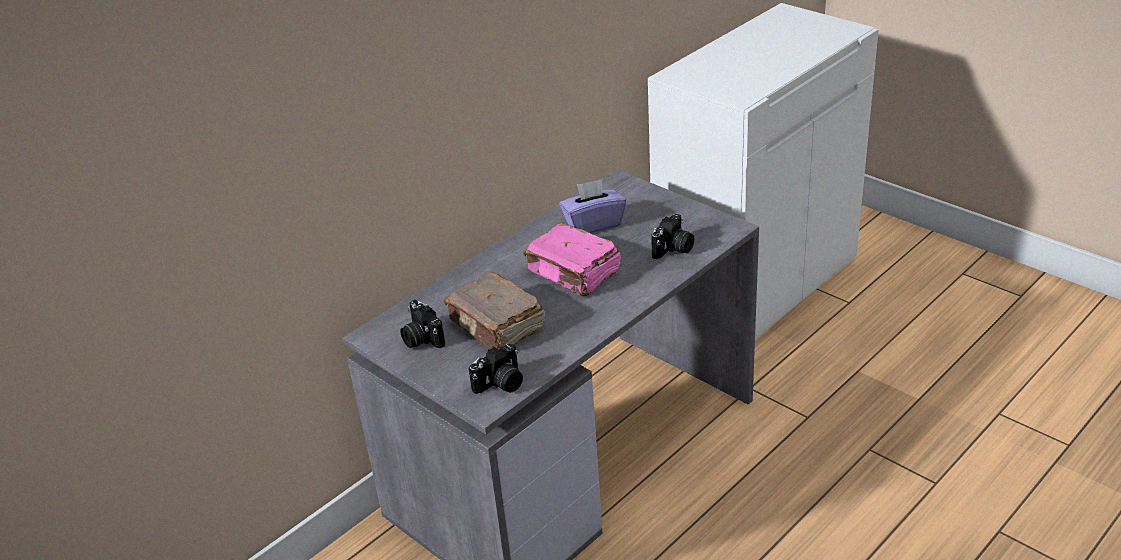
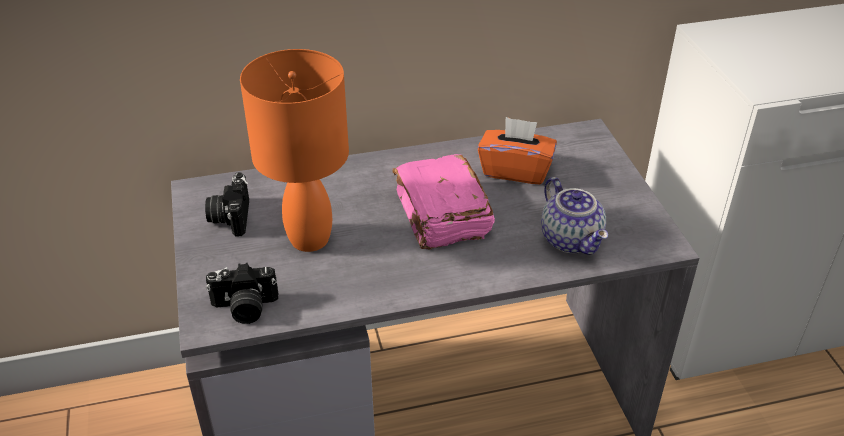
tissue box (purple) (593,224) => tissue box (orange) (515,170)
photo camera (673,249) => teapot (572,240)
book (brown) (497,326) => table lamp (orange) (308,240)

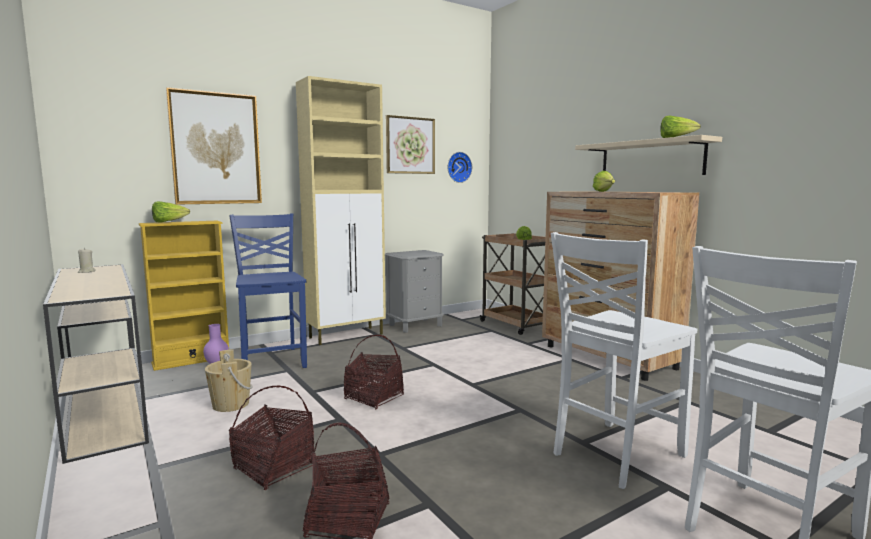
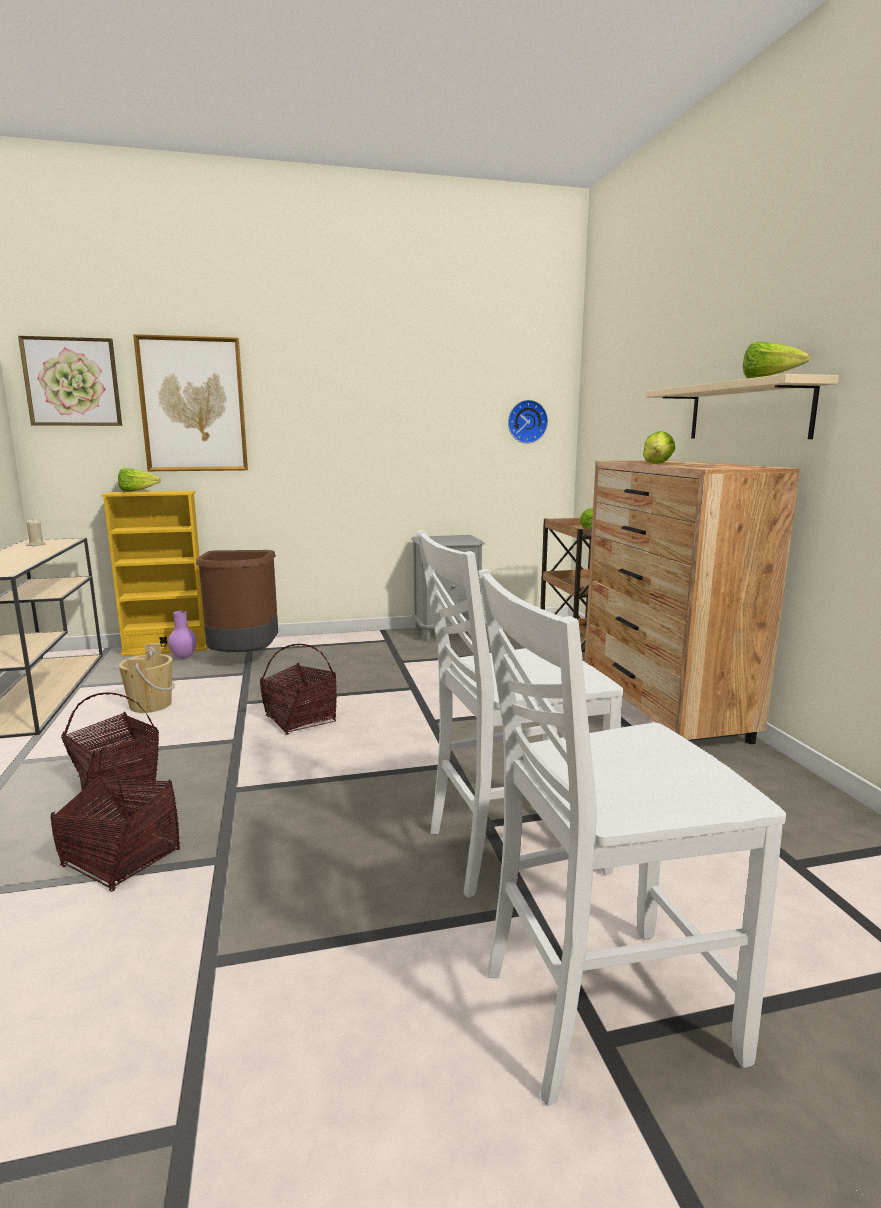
cabinet (beige) (347,335) => nothing
picture (410,145) => picture (72,382), moved
chair (blue) (273,360) => trash can (brown) (243,659)

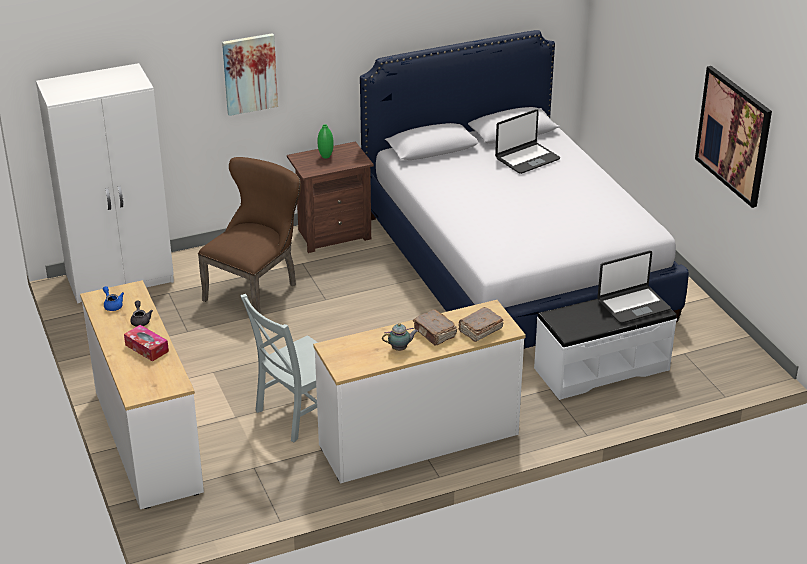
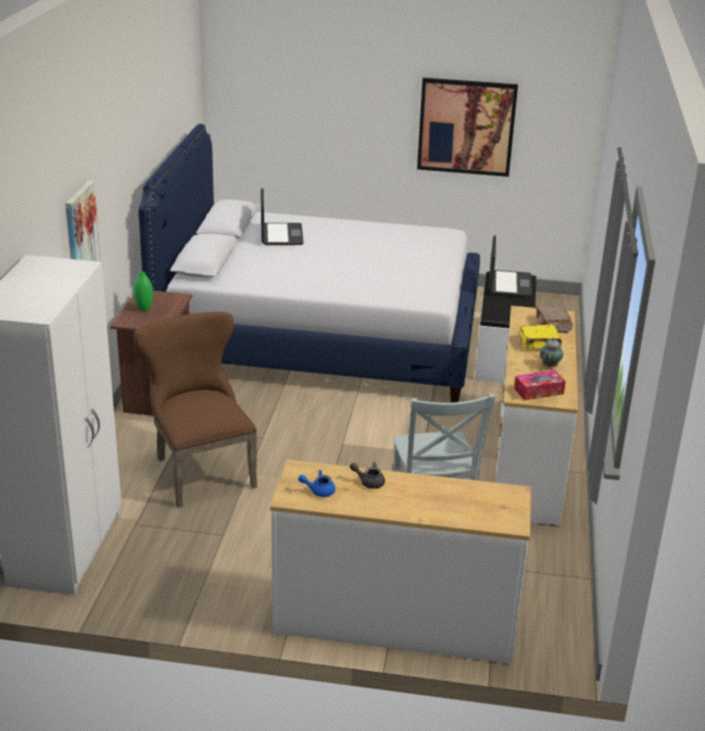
book (brown) (435,333) => book (yellow) (540,344)
tissue box (147,348) => tissue box (539,391), moved

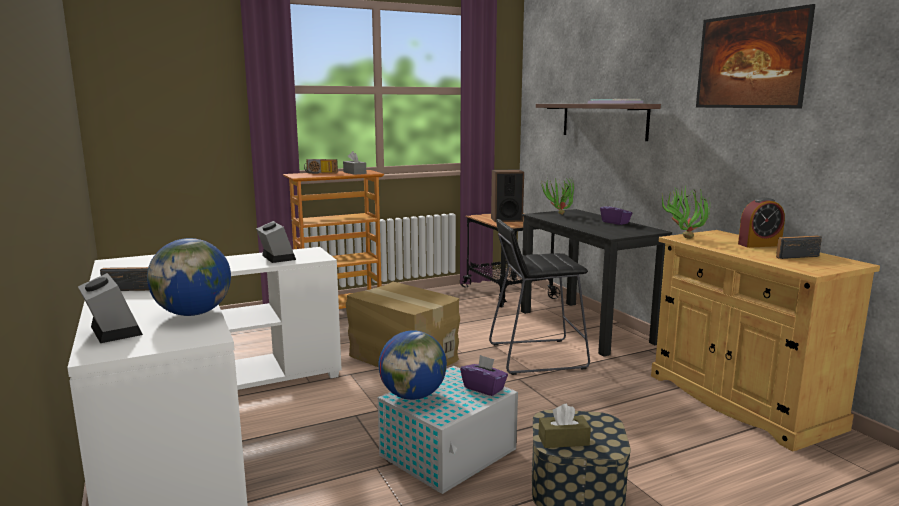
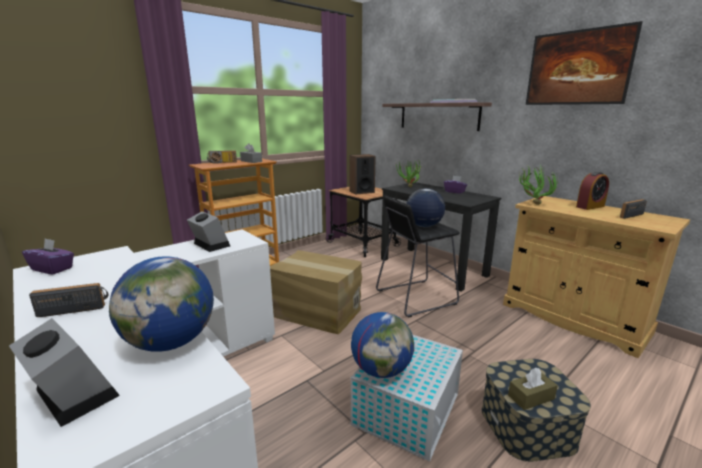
tissue box (purple) (484,388) => tissue box (purple) (53,269), moved
nothing => globe (423,226)

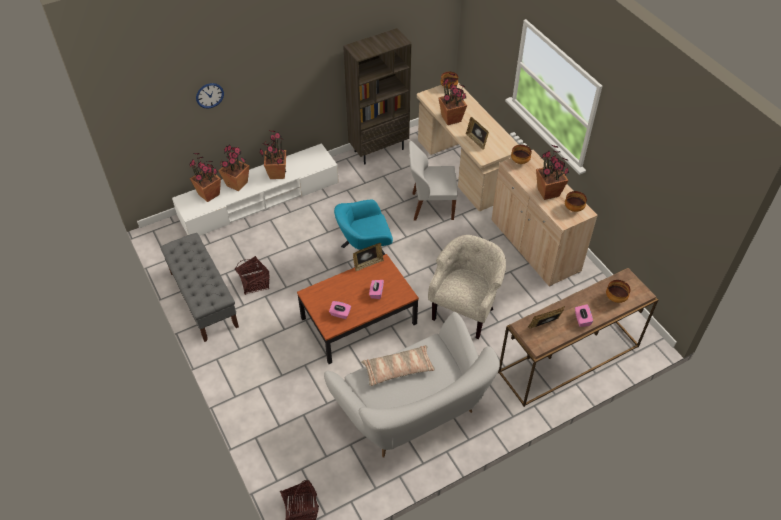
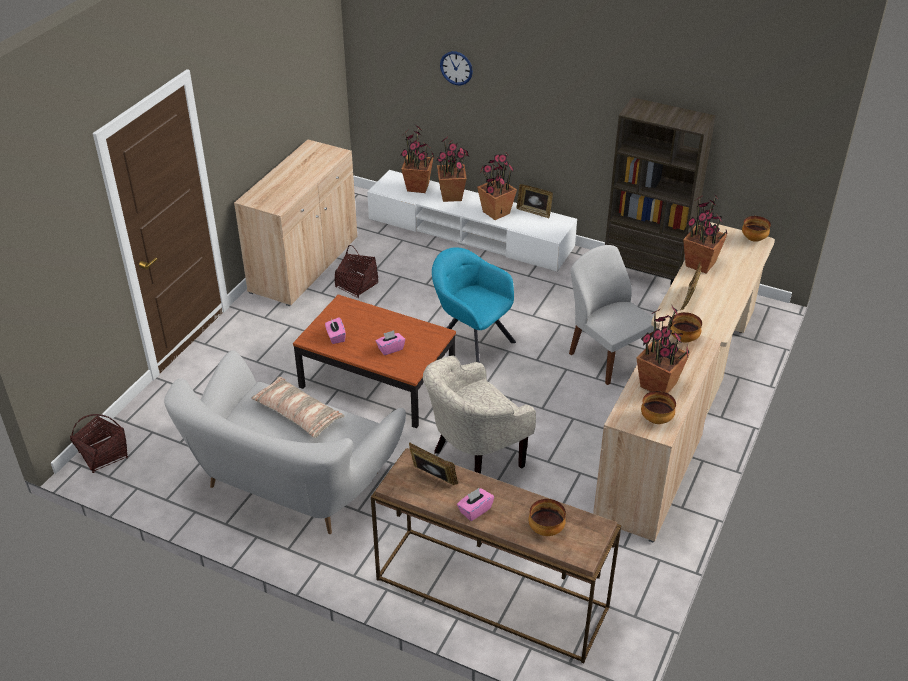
bench (grey) (203,299) => cabinet (beige) (304,265)
armchair (beige) (465,312) => armchair (beige) (473,460), 150 degrees clockwise
picture frame (368,264) => picture frame (534,212), moved

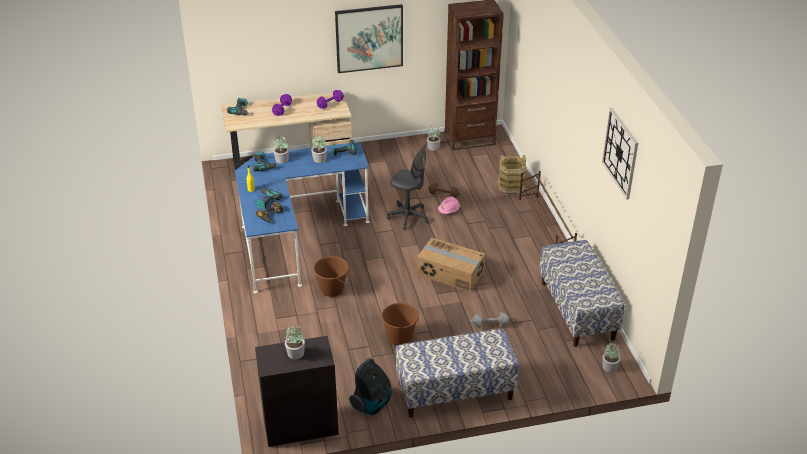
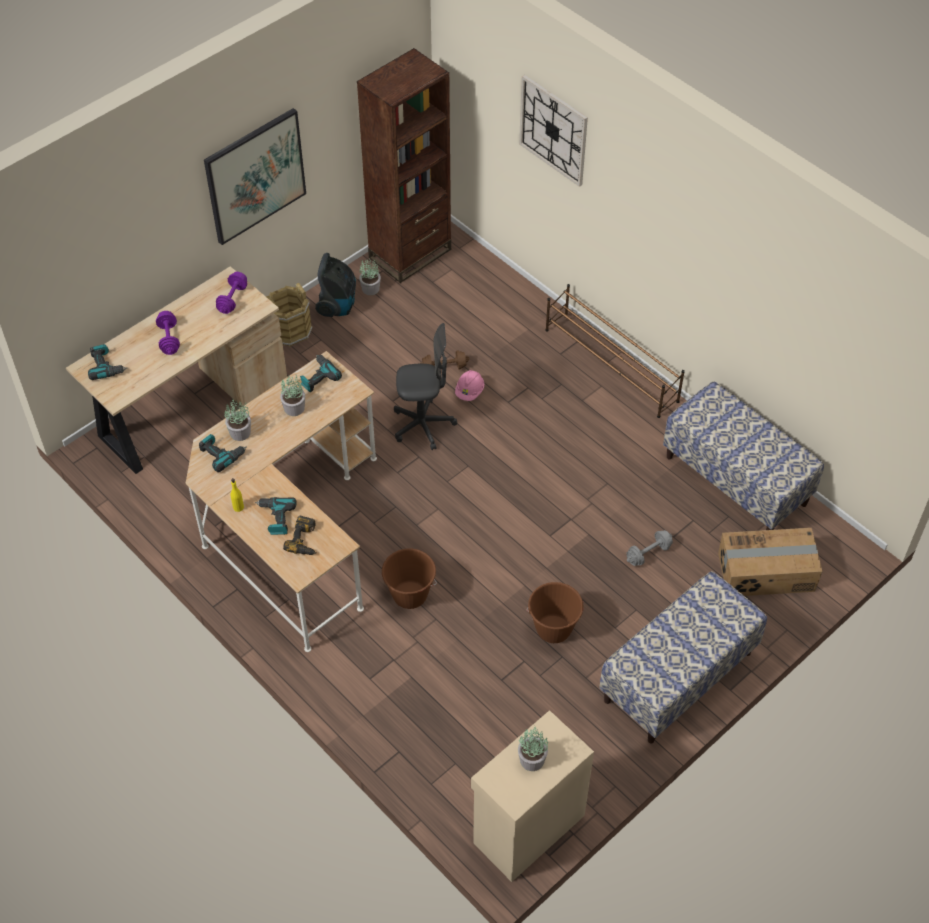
wall clock (620,153) => wall clock (553,130), moved
desk (blue) (294,235) => desk (beige) (289,528)
bucket (brown) (511,186) => bucket (brown) (290,330), moved
cardboard box (450,273) => cardboard box (766,572), moved
cabinet (black) (300,425) => cabinet (beige) (527,828)
potted plant (609,367) => nothing
vacuum cleaner (372,404) => vacuum cleaner (338,305), moved

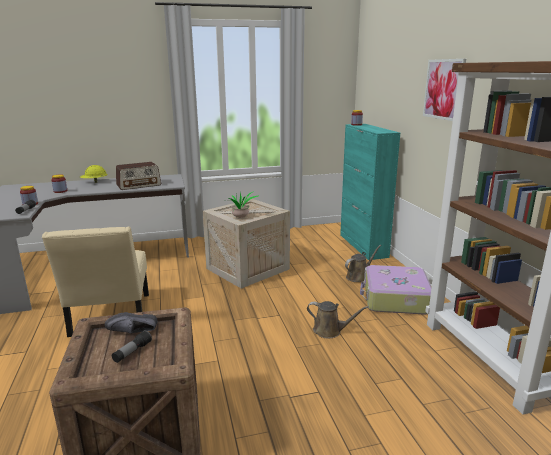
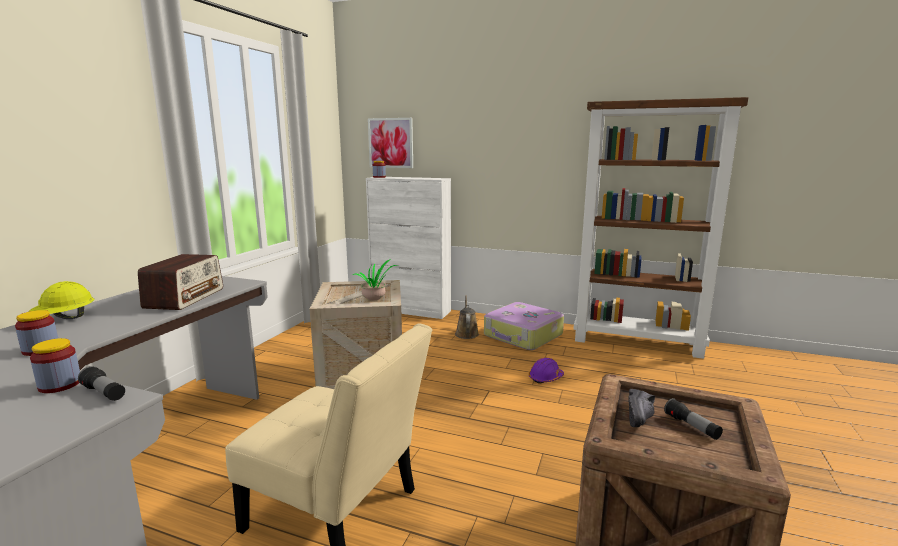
picture (444,89) => picture (391,143), moved
cabinet (turquoise) (363,246) => cabinet (white) (411,310)
watering can (brown) (330,331) => hard hat (purple) (545,378)

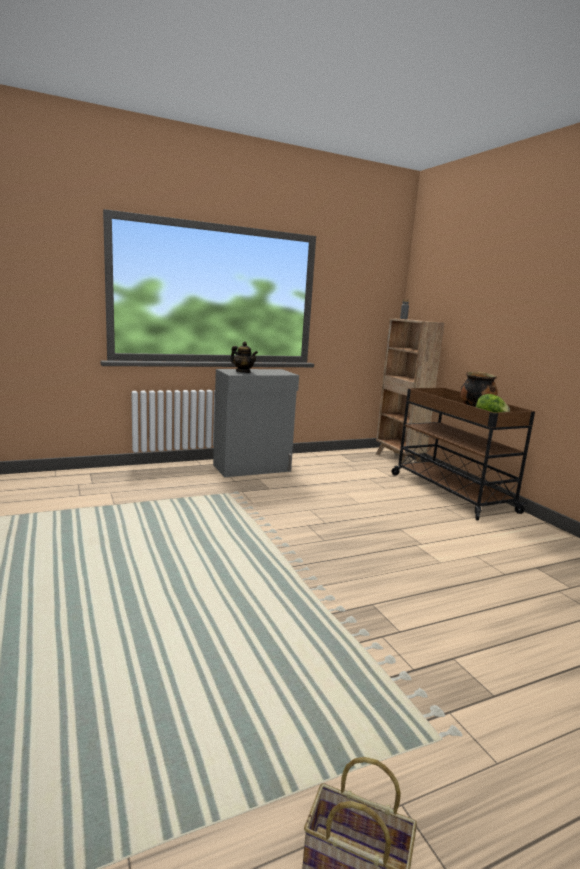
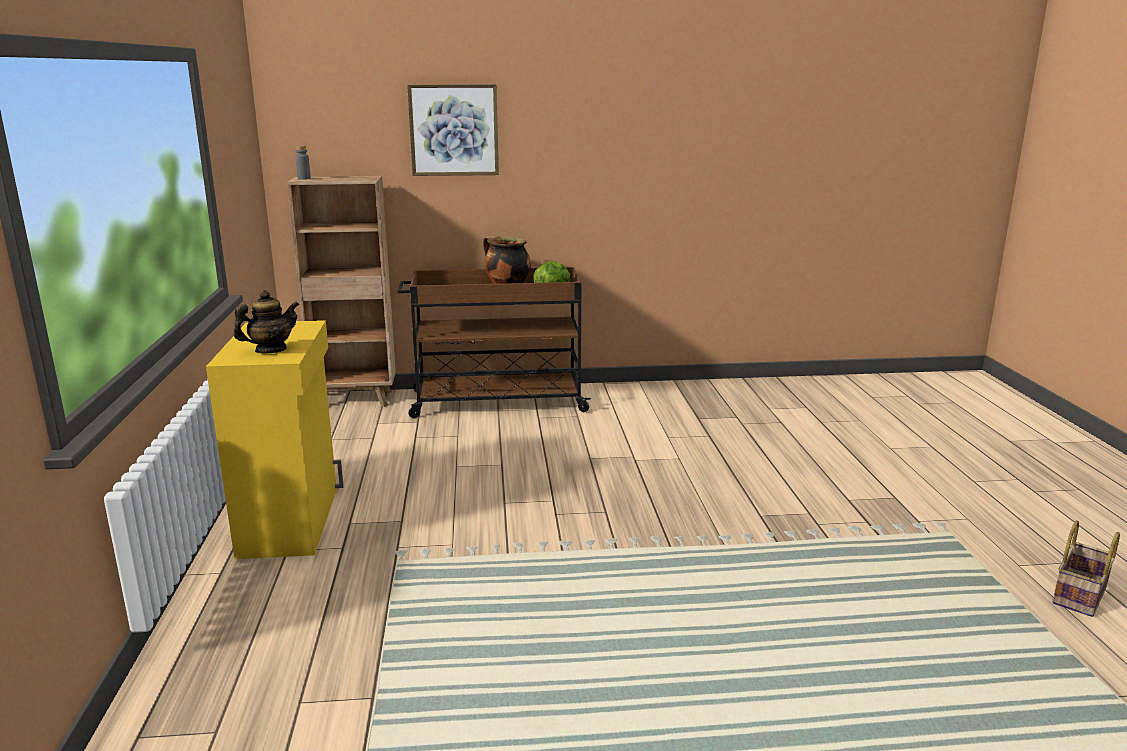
cabinet (grey) (253,468) => cabinet (yellow) (292,520)
nothing => picture (454,130)

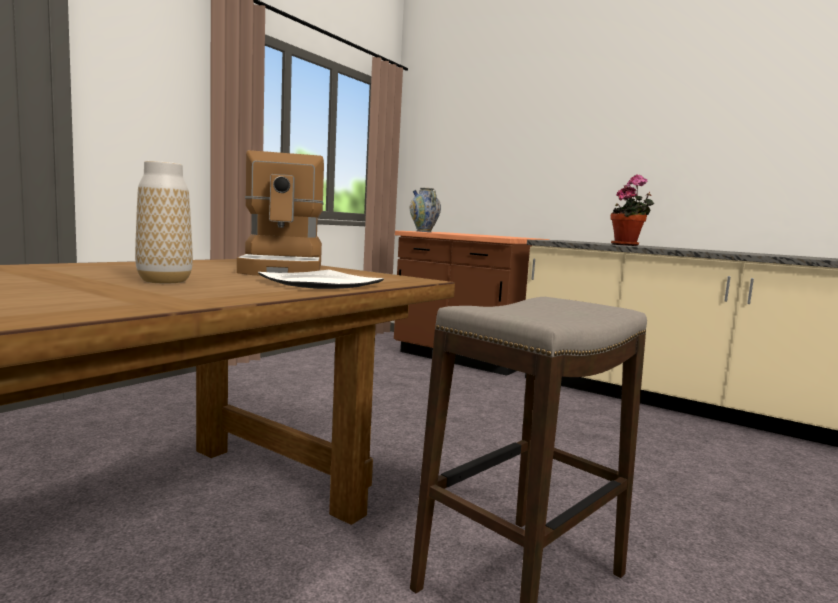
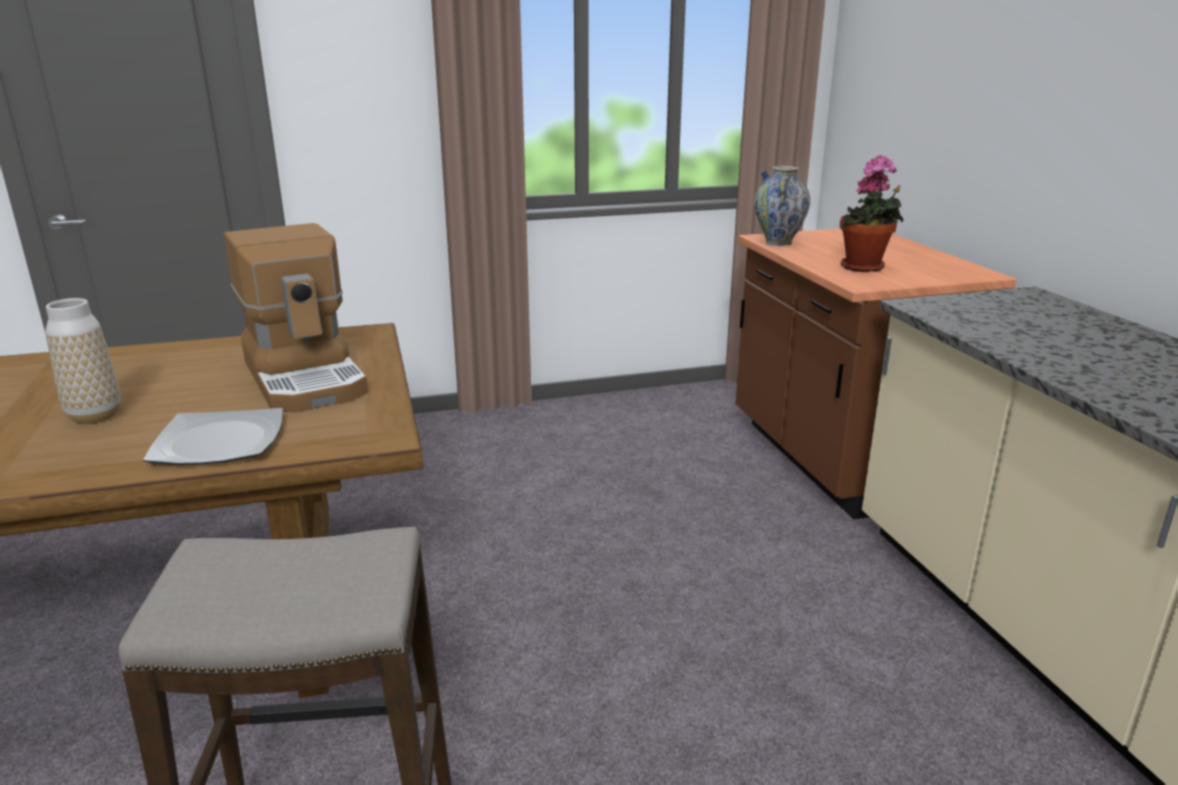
coffee machine (285,269) => coffee machine (307,377), 60 degrees counterclockwise
potted plant (627,245) => potted plant (864,268), moved

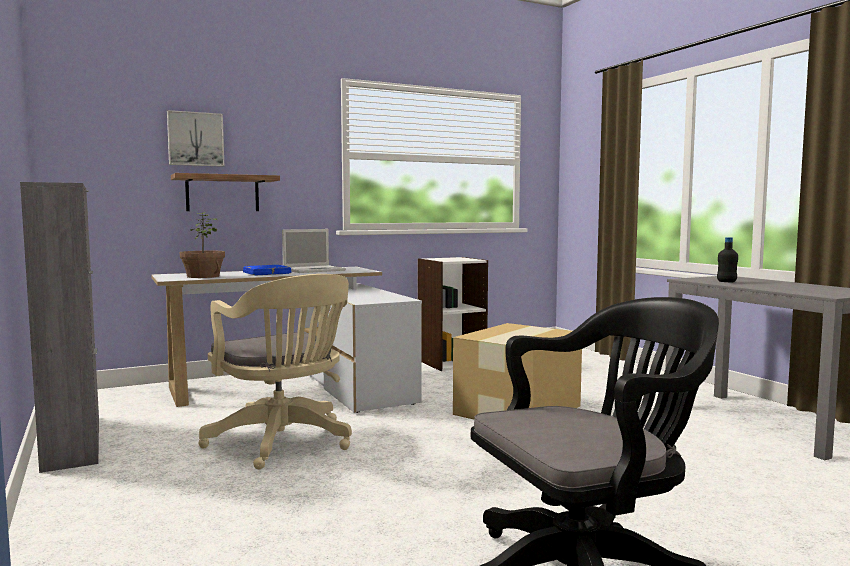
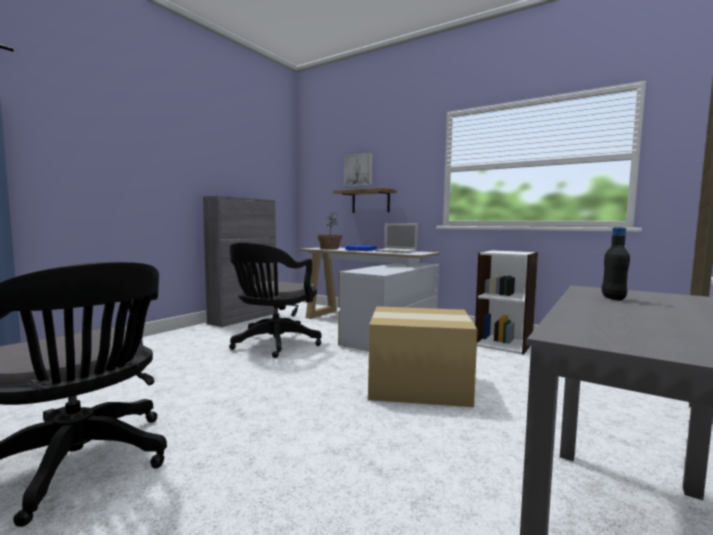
office chair (beige) (283,443) => office chair (black) (273,345)

